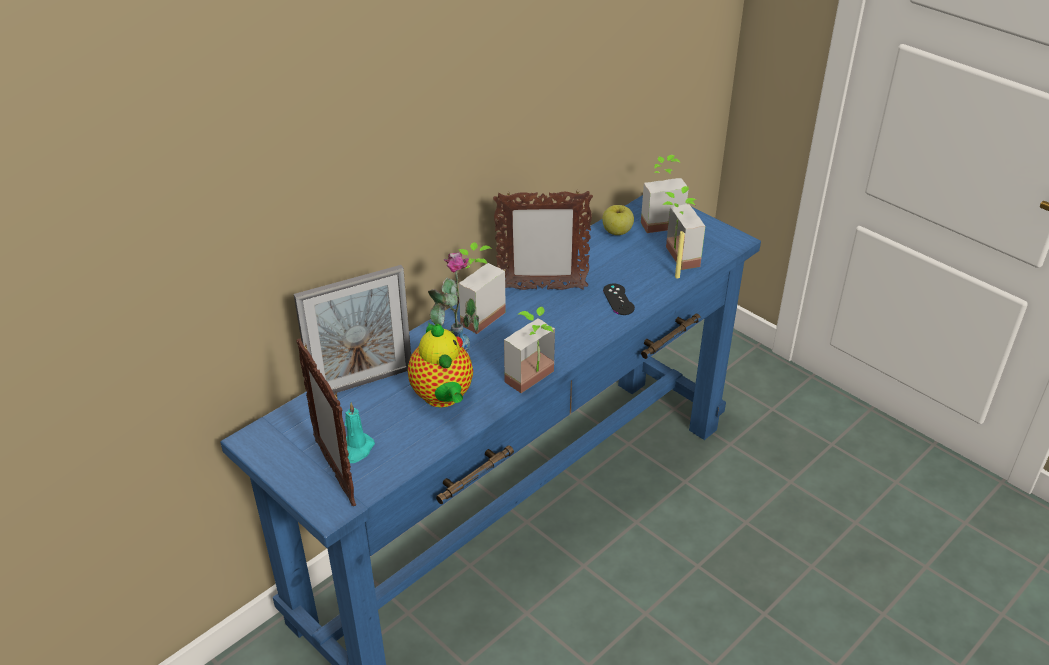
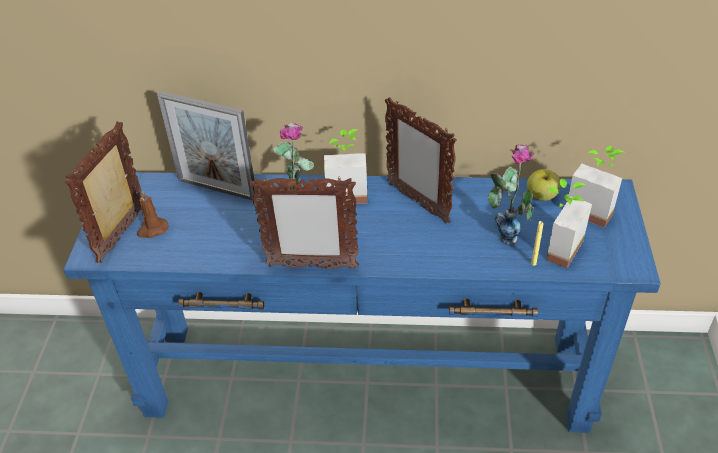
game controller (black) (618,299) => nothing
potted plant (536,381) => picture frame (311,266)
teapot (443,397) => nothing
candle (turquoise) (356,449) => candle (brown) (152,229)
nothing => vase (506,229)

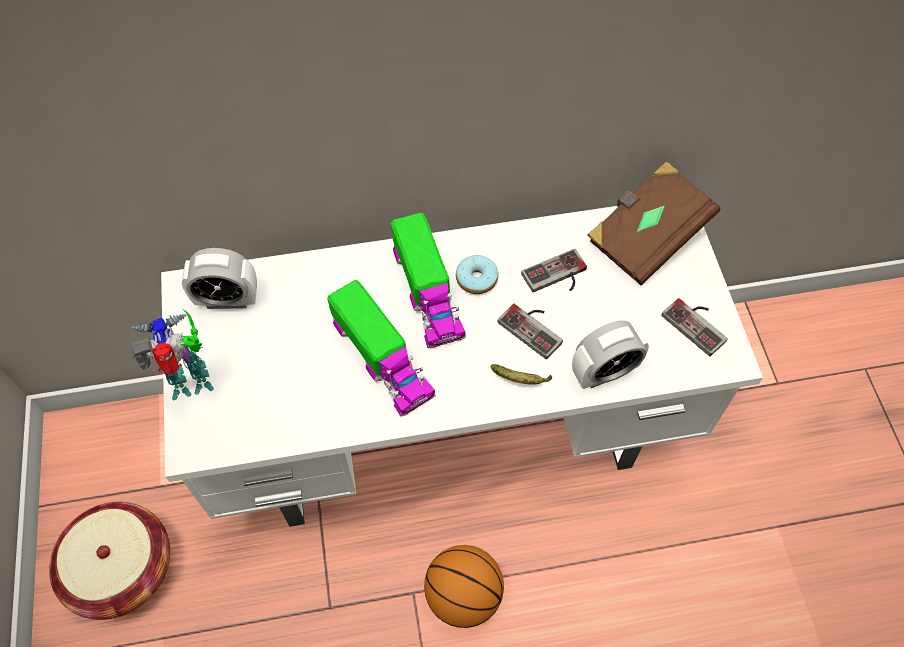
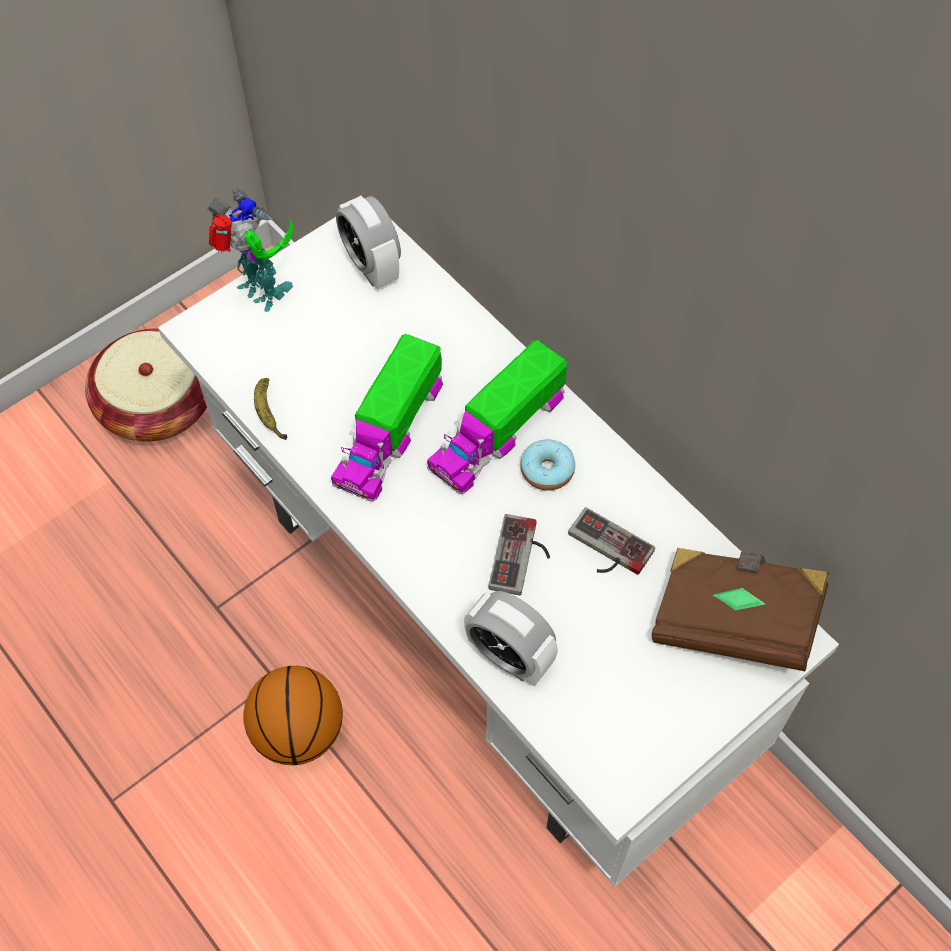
game controller (698,323) => nothing
banana (520,379) => banana (269,413), moved

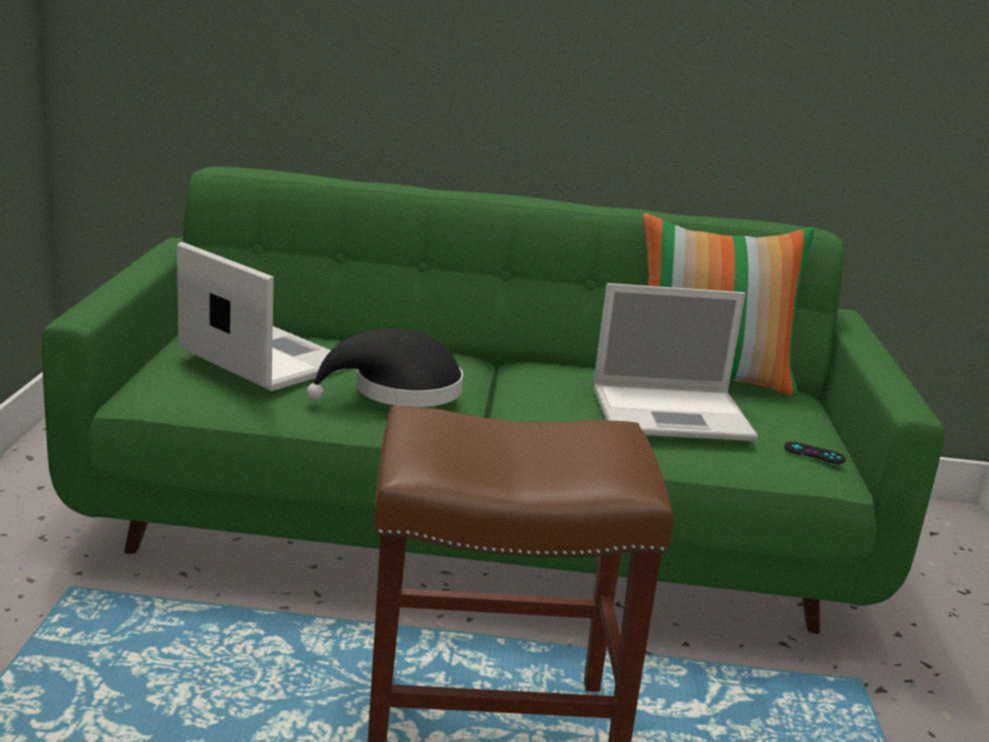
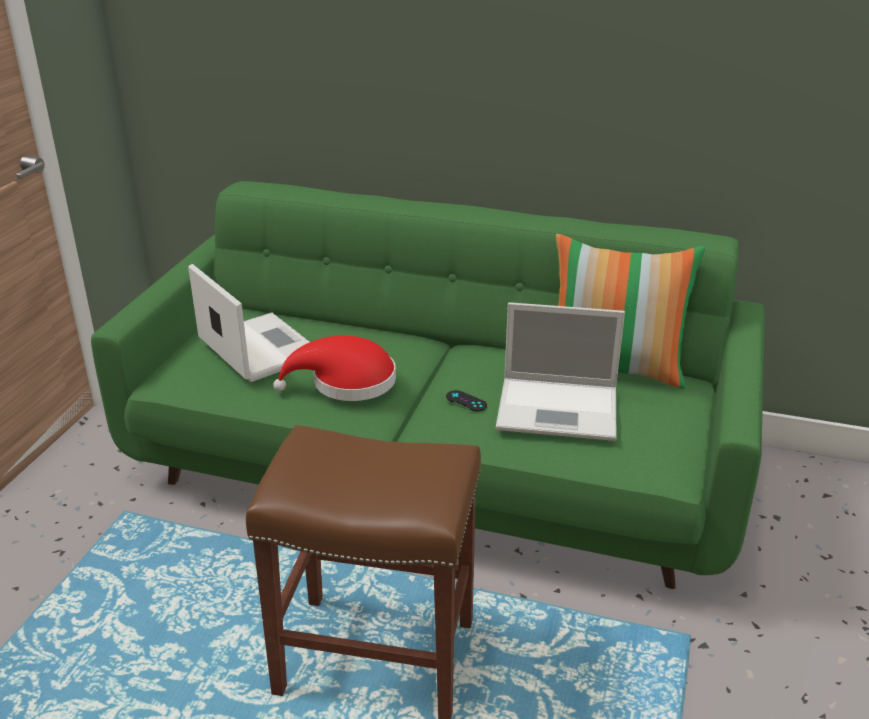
hat (black) (398,391) => hat (red) (346,383)
game controller (black) (814,453) => game controller (black) (466,401), moved

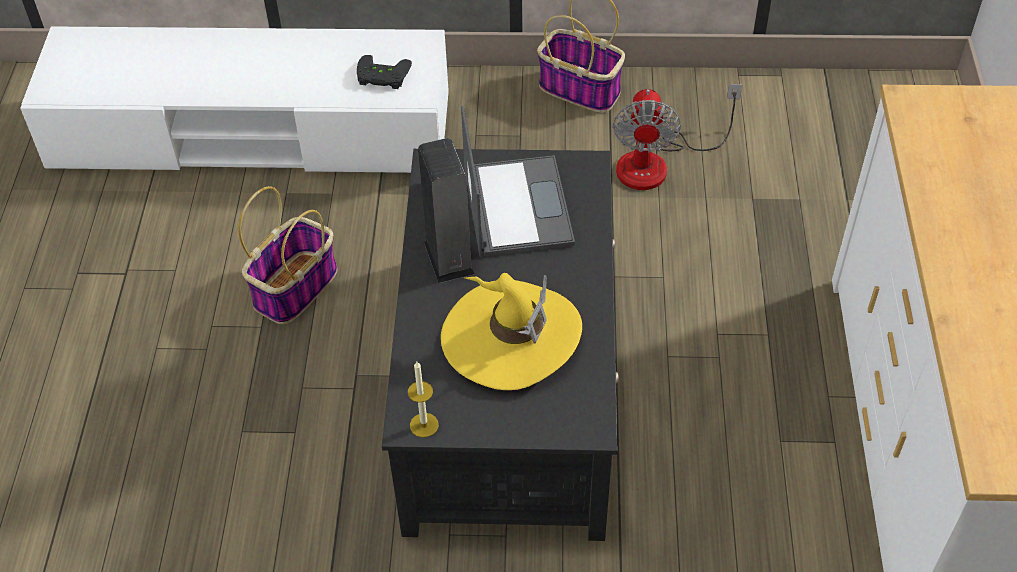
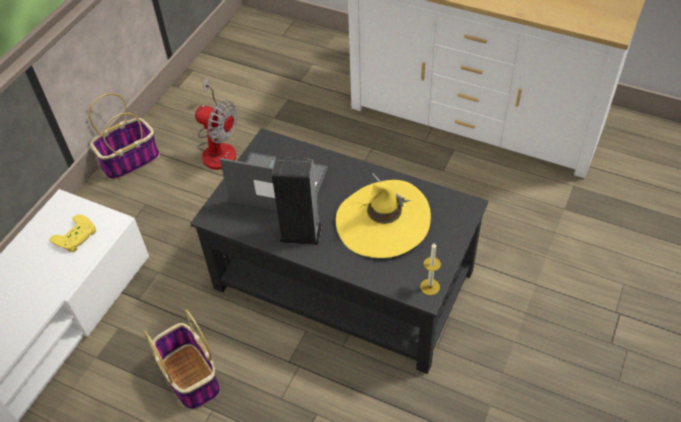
game controller (black) (382,77) => game controller (yellow) (76,237)

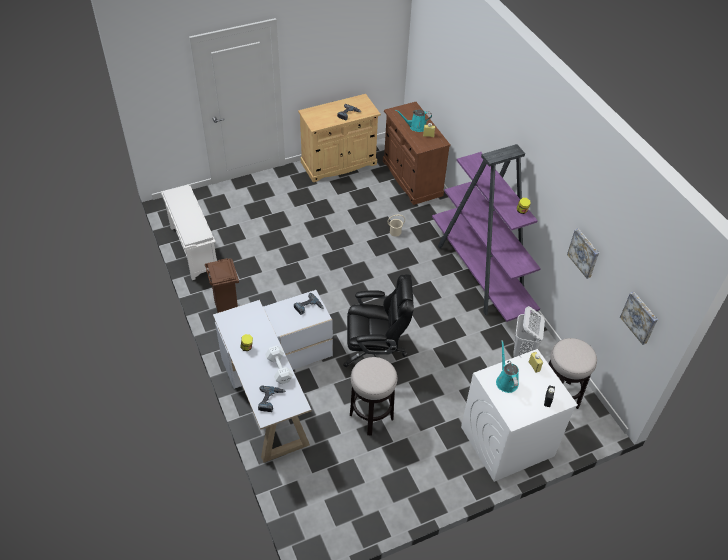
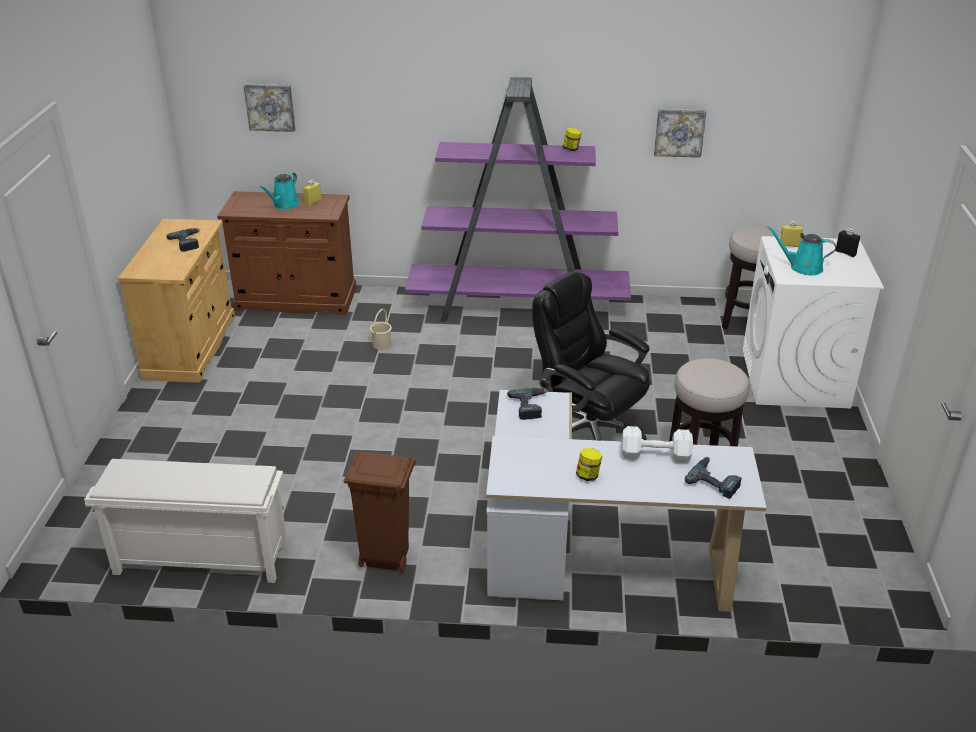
office chair (black) (375,352) => office chair (black) (587,432), 75 degrees counterclockwise
picture (640,317) => picture (270,106), moved
laundry basket (white) (523,352) => nothing

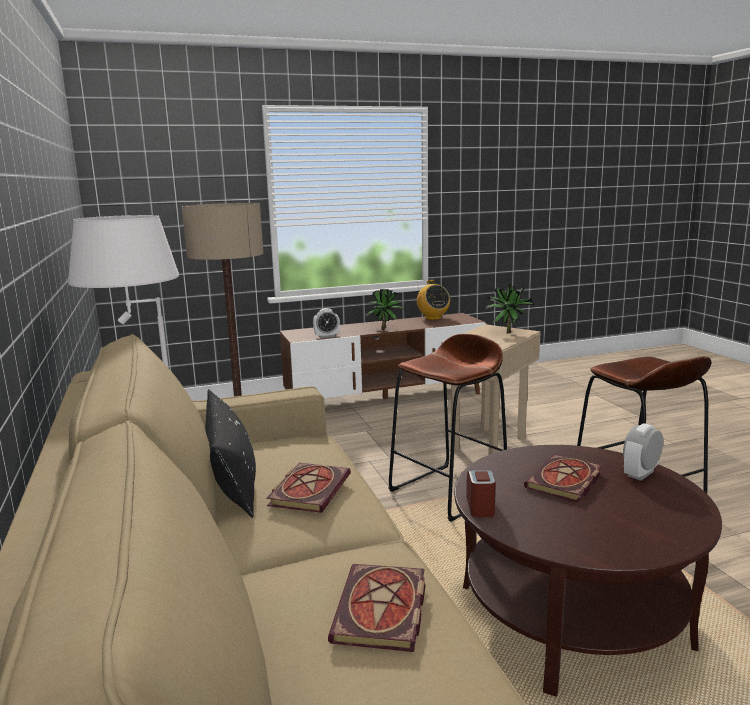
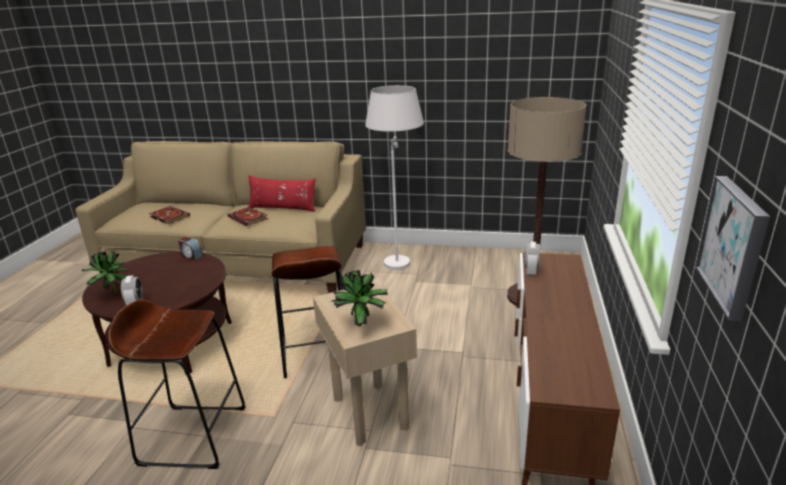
radio (433,318) => nothing
potted plant (386,329) => potted plant (112,295), moved
pillow (black) (233,479) => pillow (red) (283,208)
book (565,482) => nothing
nothing => picture (734,245)

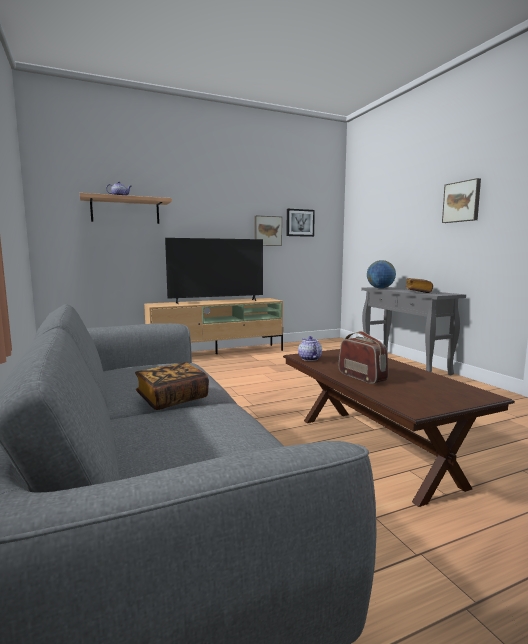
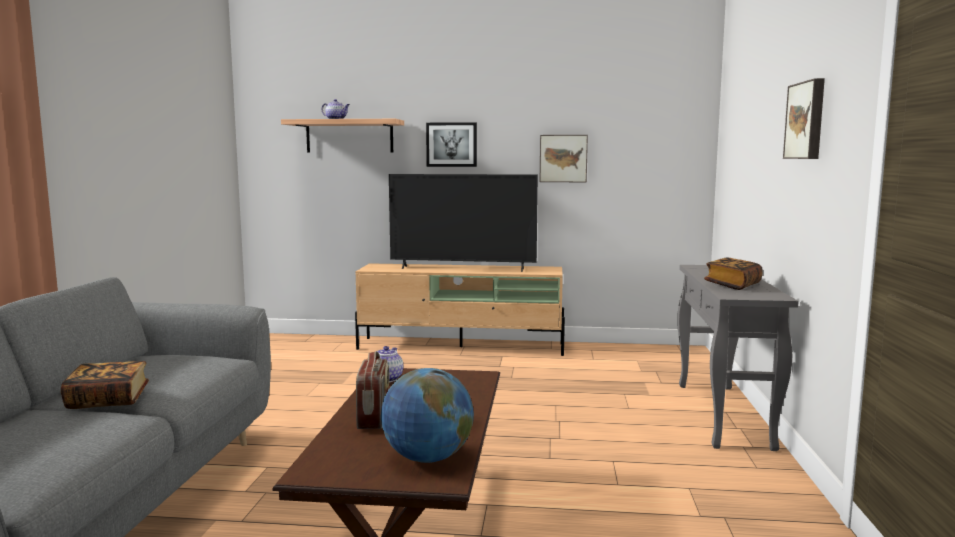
picture (300,223) => picture (451,144), moved
globe (380,288) => globe (427,458), moved

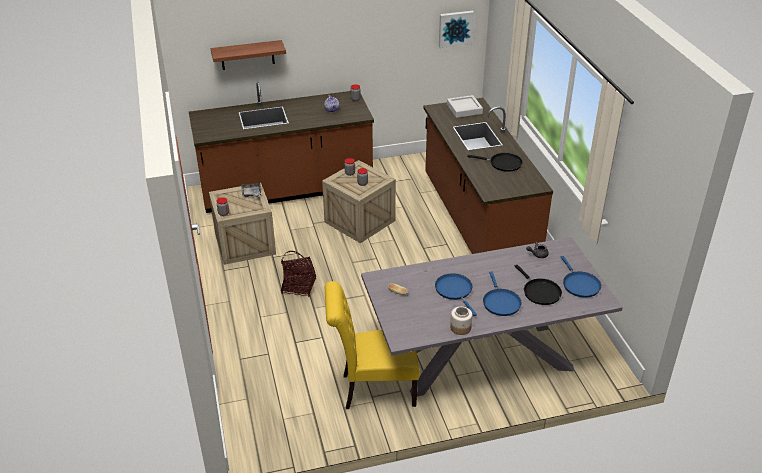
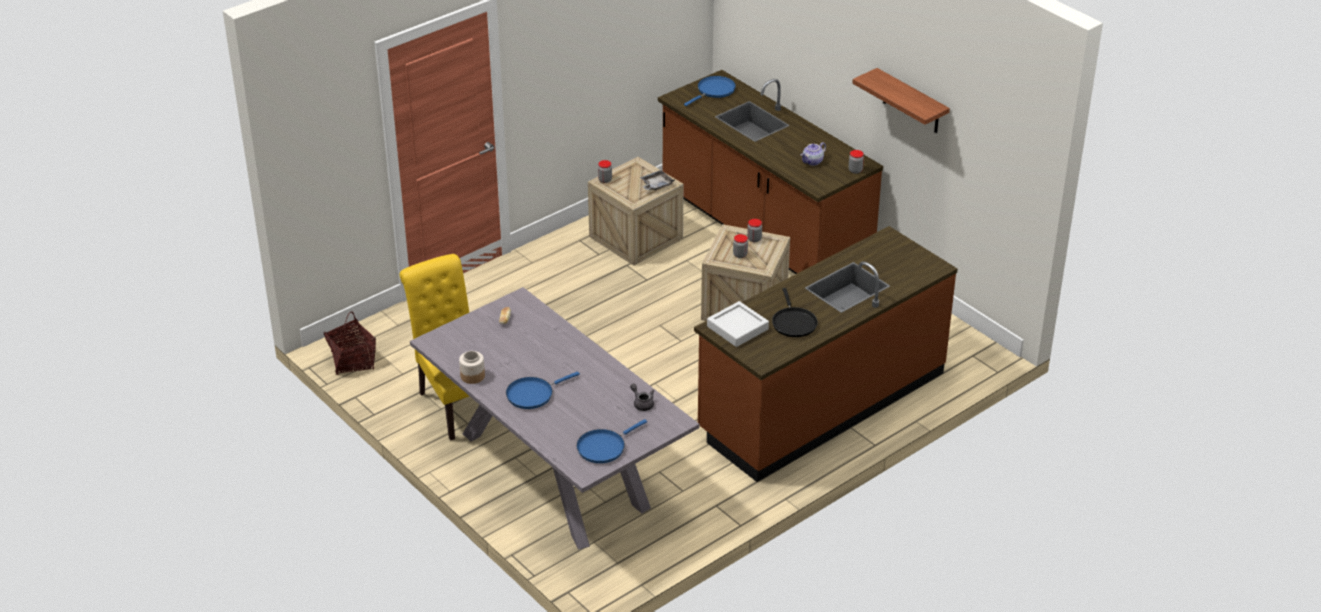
picture (455,28) => nothing
shelf (247,55) => shelf (911,102), moved
tray (grey) (464,109) => tray (grey) (737,328), moved
basket (299,286) => basket (352,361), moved
frying pan (black) (540,292) => nothing
frying pan (blue) (455,291) => frying pan (blue) (714,91), moved

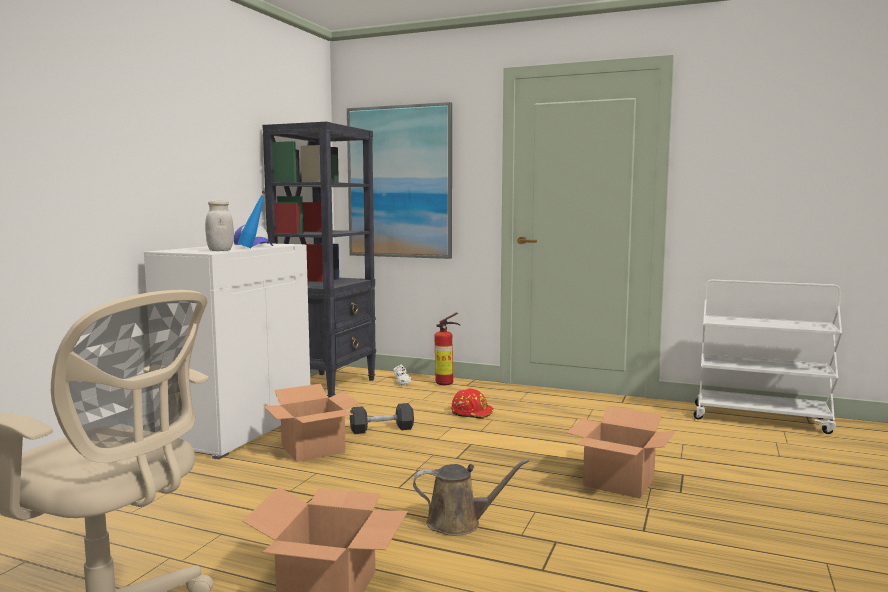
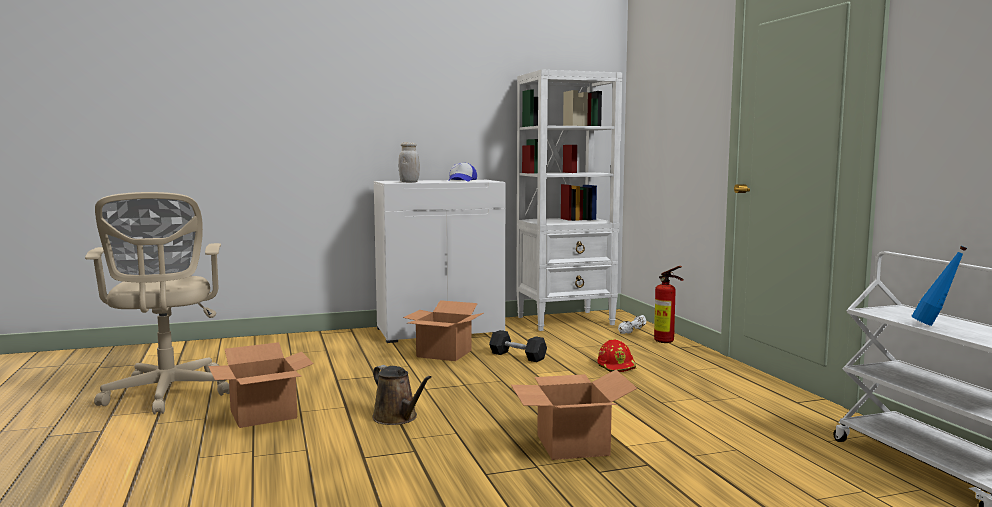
picture (399,182) => nothing
bookcase (black) (327,386) => bookcase (white) (566,321)
bottle (blue) (253,248) => bottle (blue) (935,325), moved

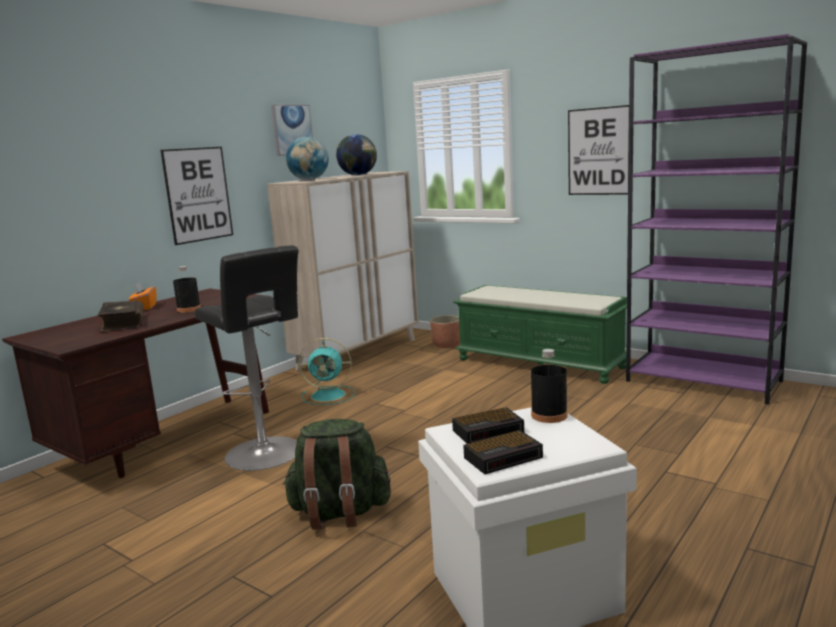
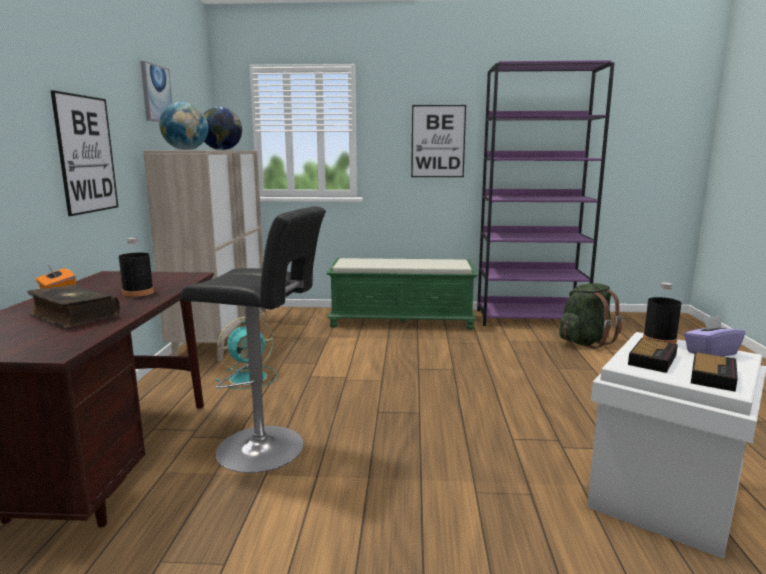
planter (447,345) => nothing
backpack (green) (339,513) => backpack (green) (585,342), moved
nothing => tissue box (purple) (710,353)

